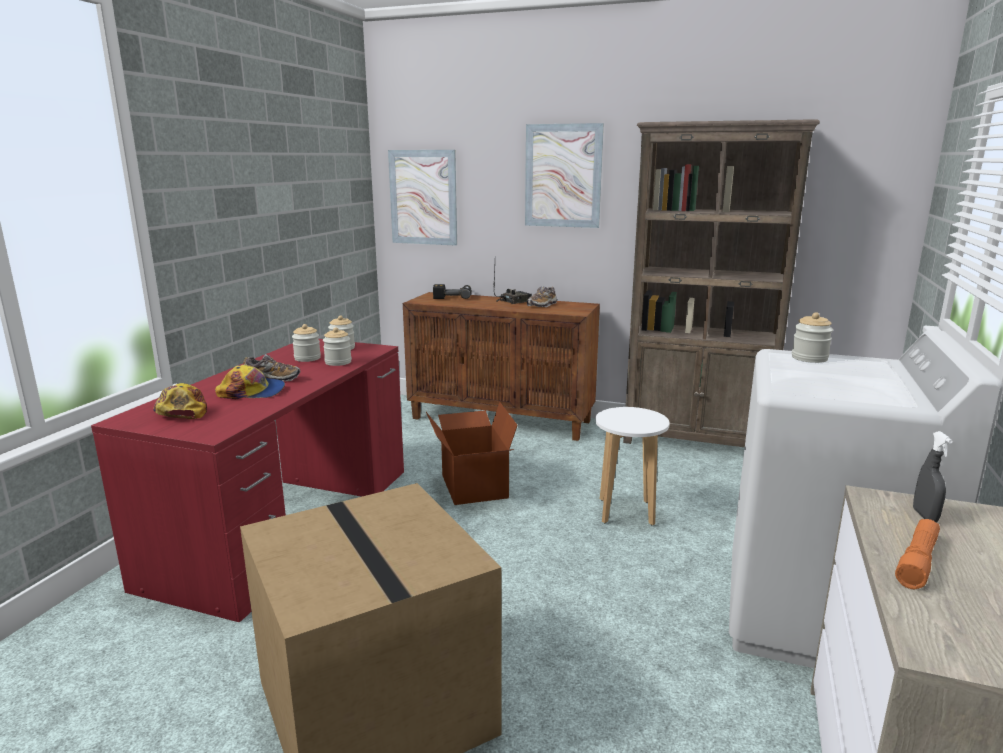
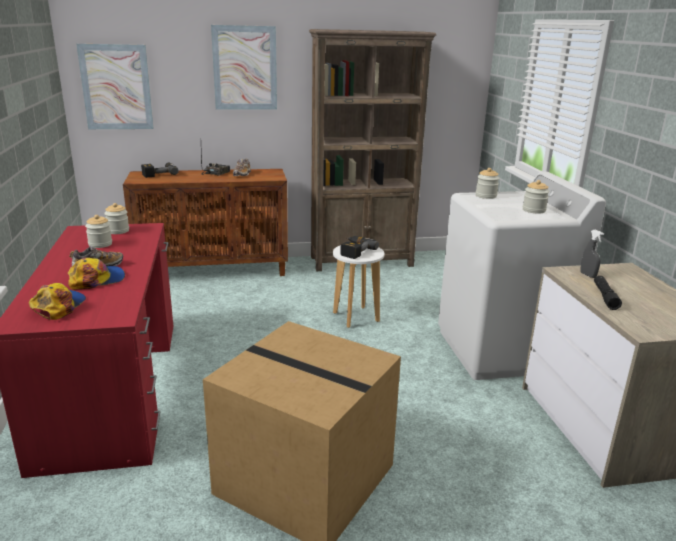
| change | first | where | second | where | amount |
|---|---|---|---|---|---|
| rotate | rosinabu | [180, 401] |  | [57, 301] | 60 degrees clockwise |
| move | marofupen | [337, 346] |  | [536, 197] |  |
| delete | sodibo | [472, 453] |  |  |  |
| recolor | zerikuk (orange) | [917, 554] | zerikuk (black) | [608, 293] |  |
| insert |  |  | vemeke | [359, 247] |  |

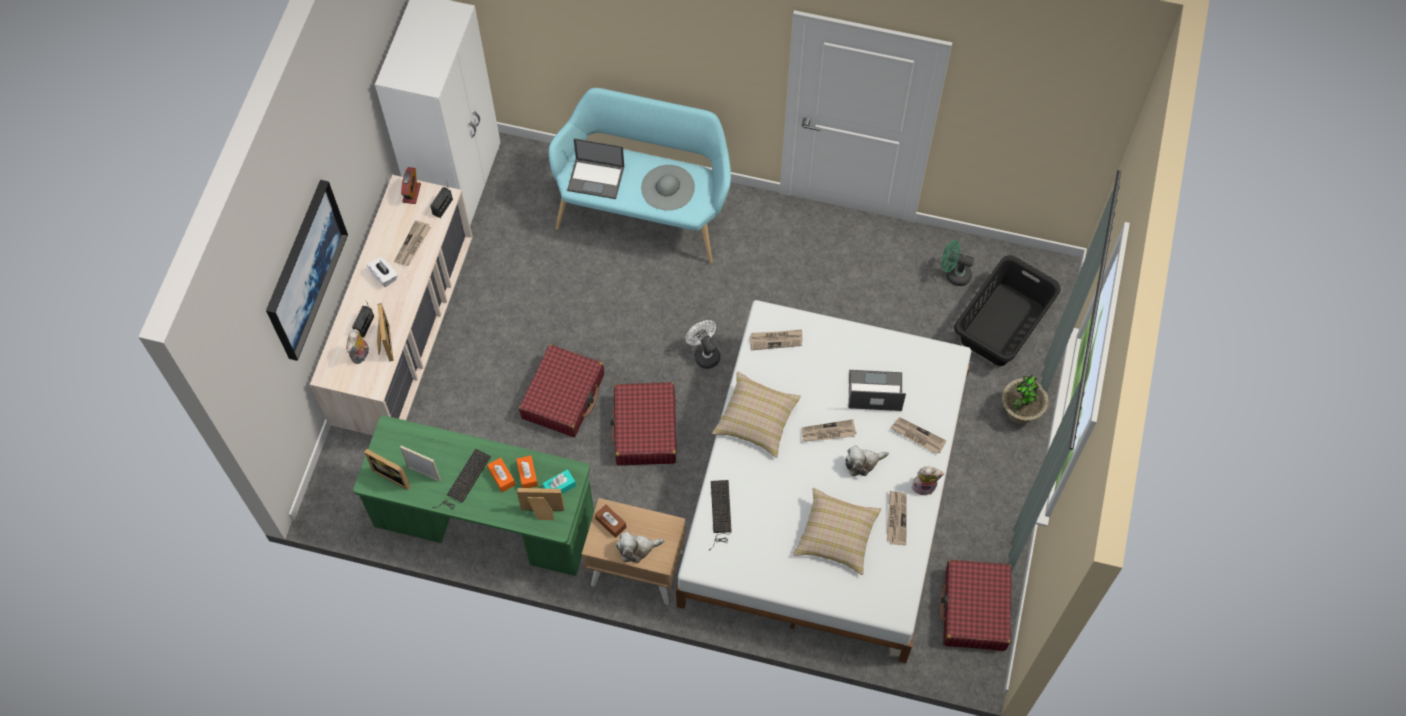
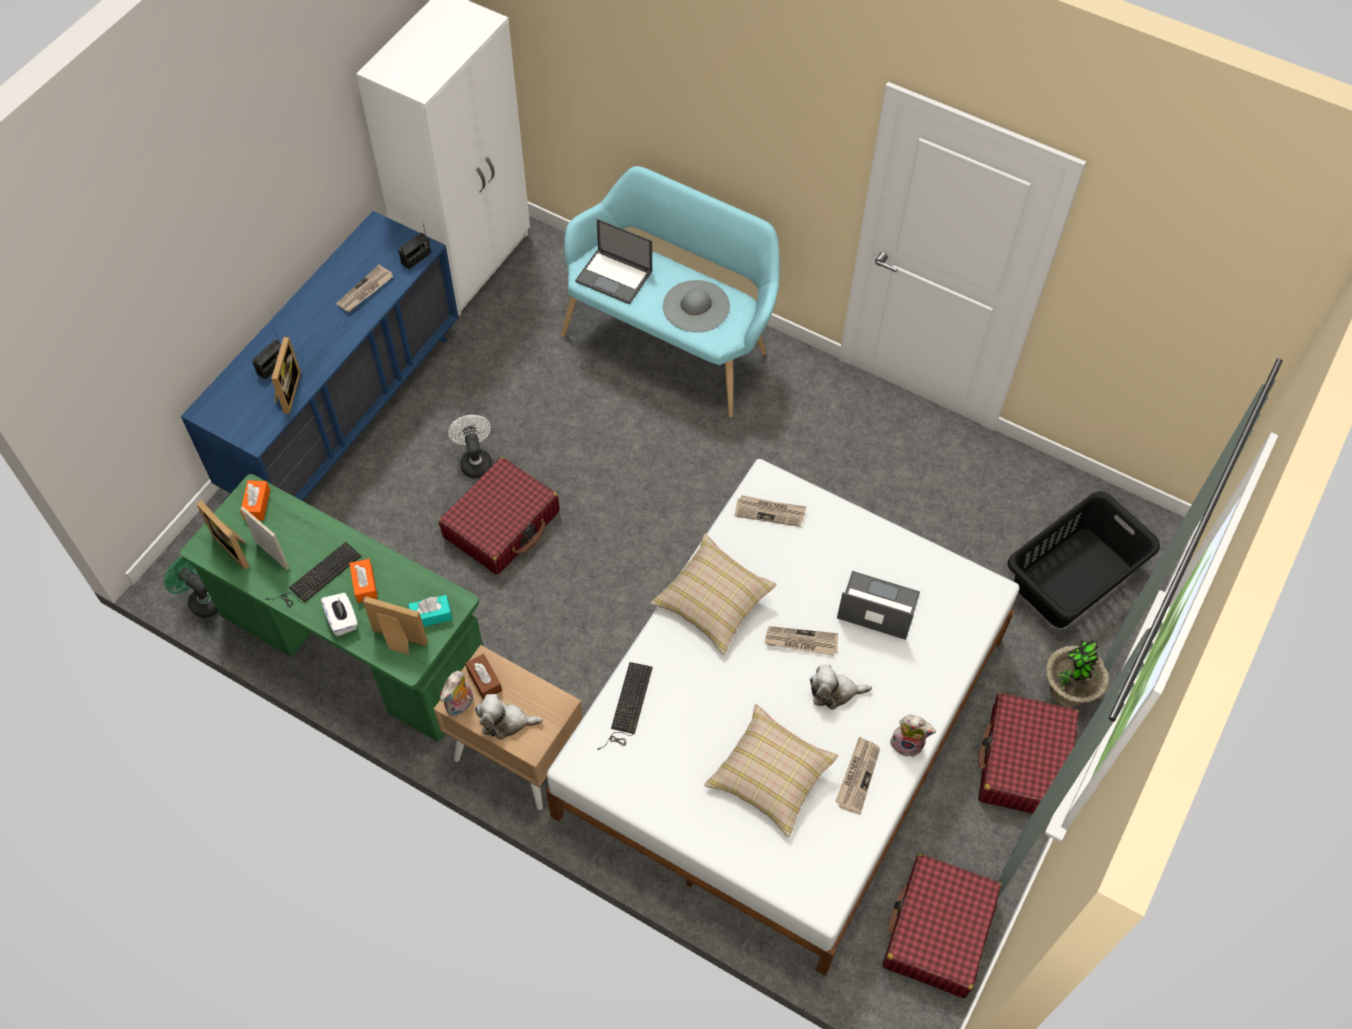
| change | first | where | second | where | amount |
|---|---|---|---|---|---|
| delete | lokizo | [307, 270] |  |  |  |
| recolor | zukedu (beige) | [391, 305] | zukedu (blue) | [320, 356] |  |
| move | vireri | [357, 346] |  | [456, 694] |  |
| move | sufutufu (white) | [382, 272] |  | [339, 614] |  |
| delete | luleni | [411, 185] |  |  |  |
| move | sufutufu (orange) | [527, 471] |  | [255, 500] |  |
| move | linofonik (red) | [643, 424] |  | [1028, 755] |  |
| move | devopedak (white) | [703, 344] |  | [470, 446] |  |
| delete | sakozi | [919, 435] |  |  |  |
| move | devopedak (green) | [958, 263] |  | [191, 587] |  |

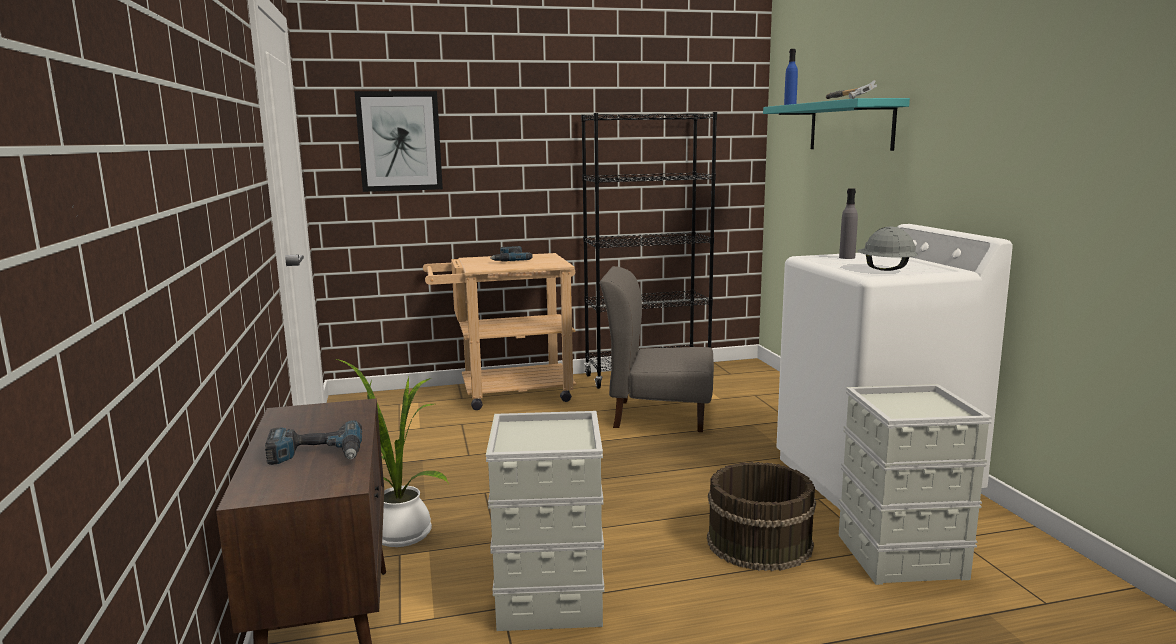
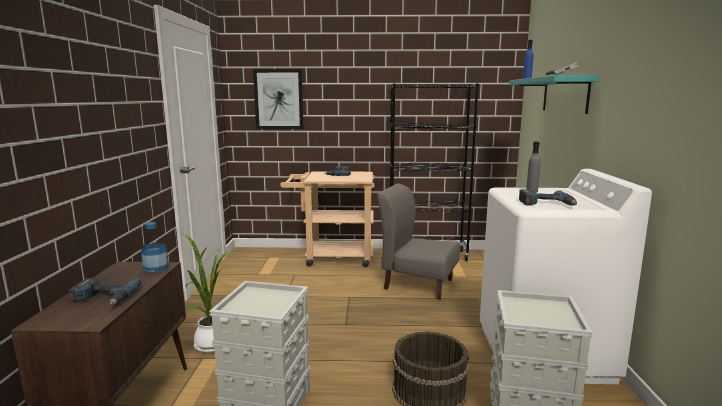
| change | first | where | second | where | amount |
|---|---|---|---|---|---|
| replace | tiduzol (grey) | [887, 249] | vemeke | [548, 197] |  |
| insert |  |  | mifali | [155, 247] |  |

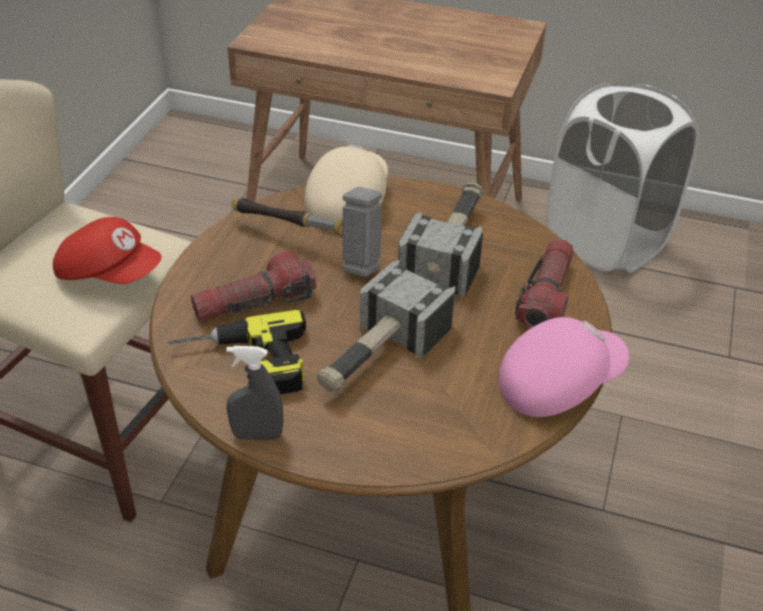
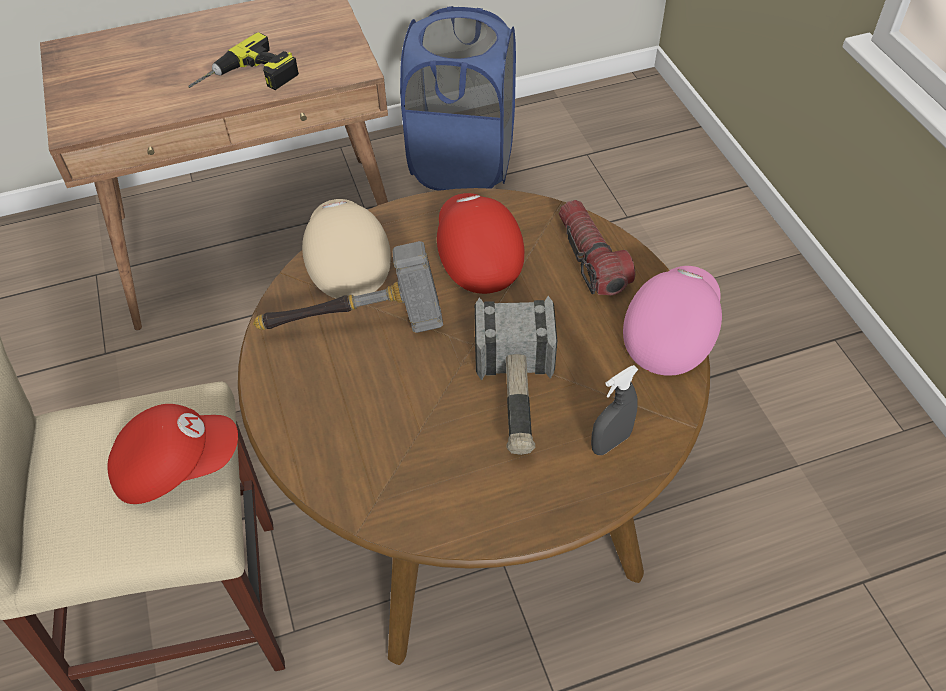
| change | first | where | second | where | amount |
|---|---|---|---|---|---|
| move | vemeke | [237, 352] |  | [243, 61] |  |
| delete | zerikuk | [253, 286] |  |  |  |
| move | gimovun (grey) | [254, 393] |  | [614, 410] |  |
| replace | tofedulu | [441, 240] | rosinabu (red) | [481, 243] |  |
| recolor | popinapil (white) | [623, 178] | popinapil (blue) | [458, 98] |  |

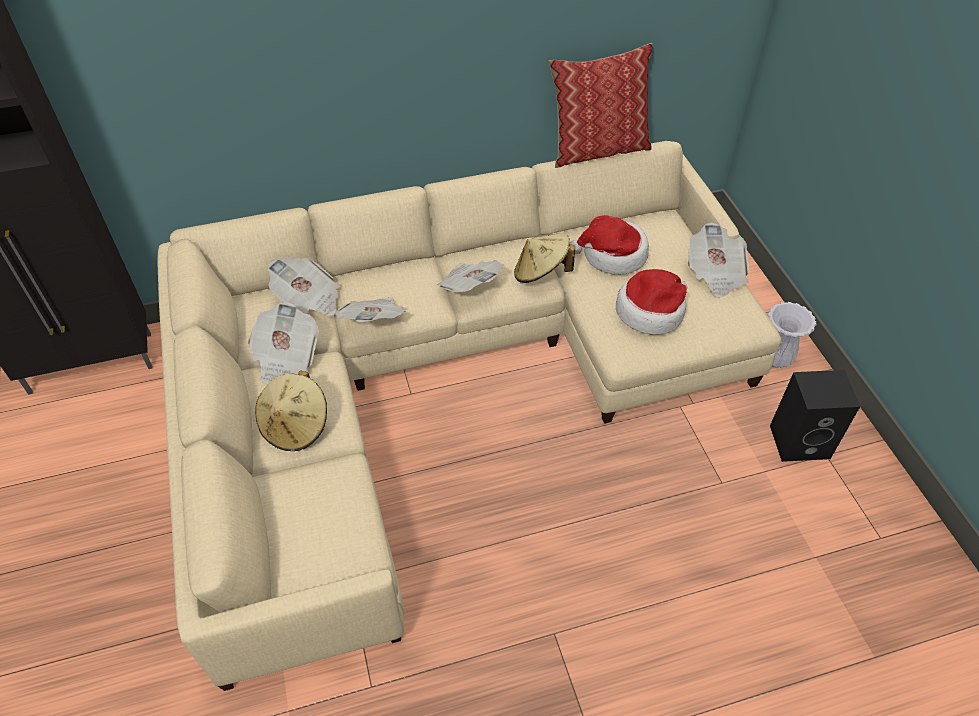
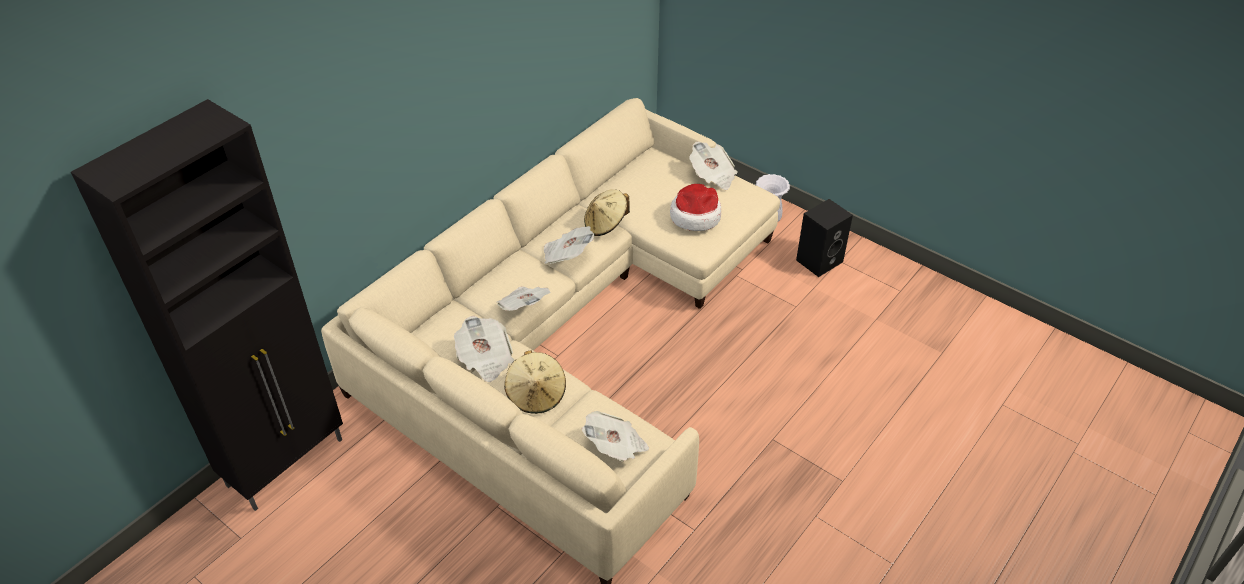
| change | first | where | second | where | amount |
|---|---|---|---|---|---|
| move | sakozi | [303, 286] |  | [615, 436] |  |
| delete | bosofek | [600, 105] |  |  |  |
| delete | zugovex | [609, 245] |  |  |  |

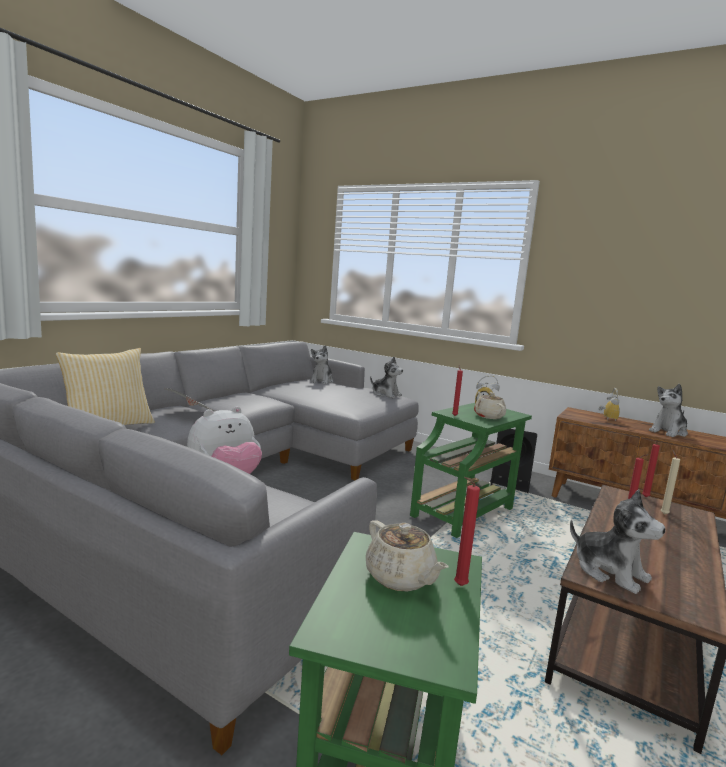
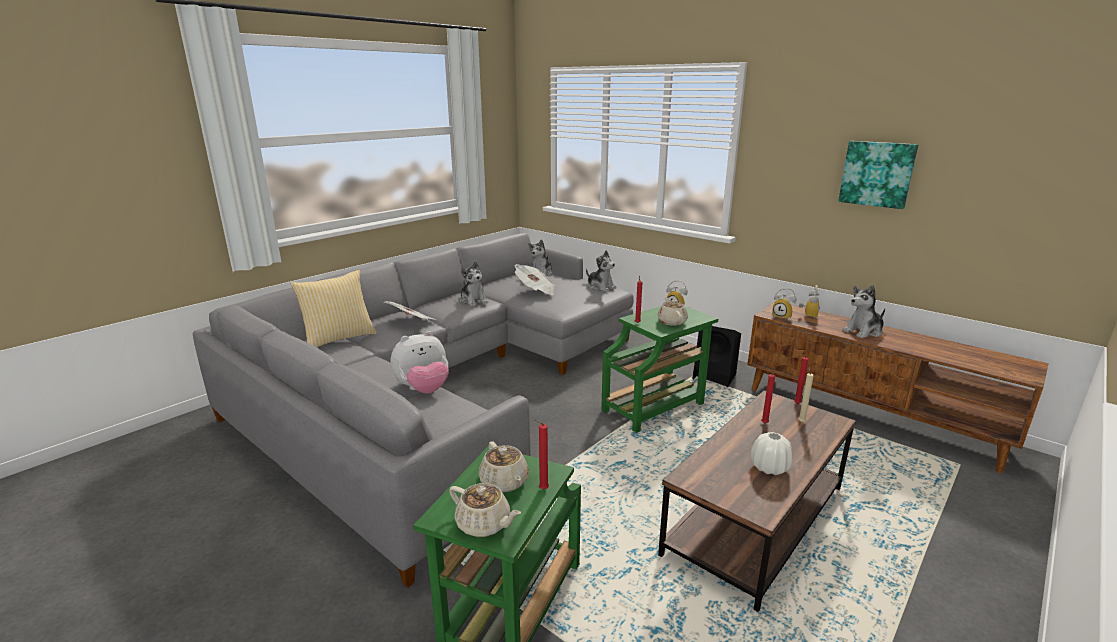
| change | first | where | second | where | amount |
|---|---|---|---|---|---|
| move | vireri | [618, 542] |  | [474, 284] |  |
| insert |  |  | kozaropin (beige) | [485, 510] |  |
| insert |  |  | sakozi | [535, 279] |  |
| insert |  |  | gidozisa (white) | [771, 453] |  |
| insert |  |  | luleni | [784, 303] |  |
| insert |  |  | lokizo | [878, 175] |  |

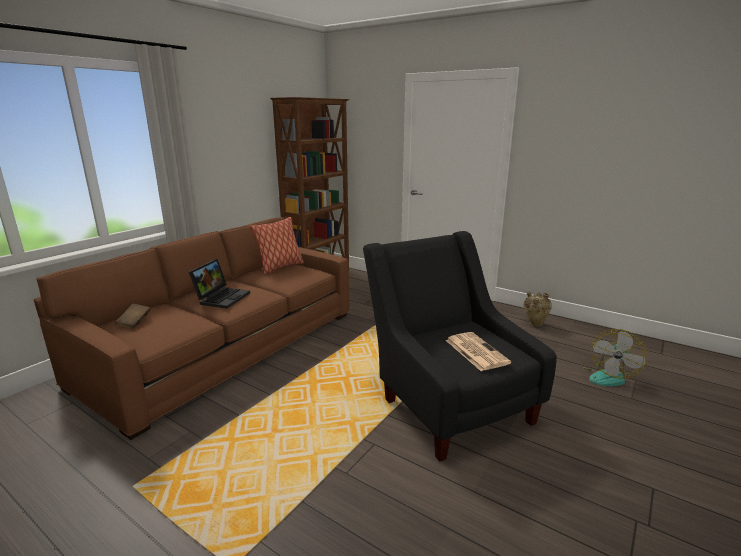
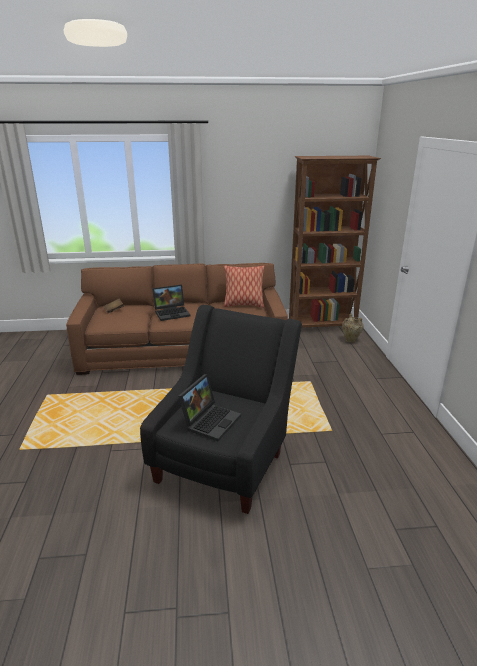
| change | first | where | second | where | amount |
|---|---|---|---|---|---|
| replace | sakozi | [478, 351] | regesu | [209, 407] |  |
| move | gidozisa (beige) | [538, 309] |  | [353, 328] |  |
| delete | devopedak | [614, 357] |  |  |  |

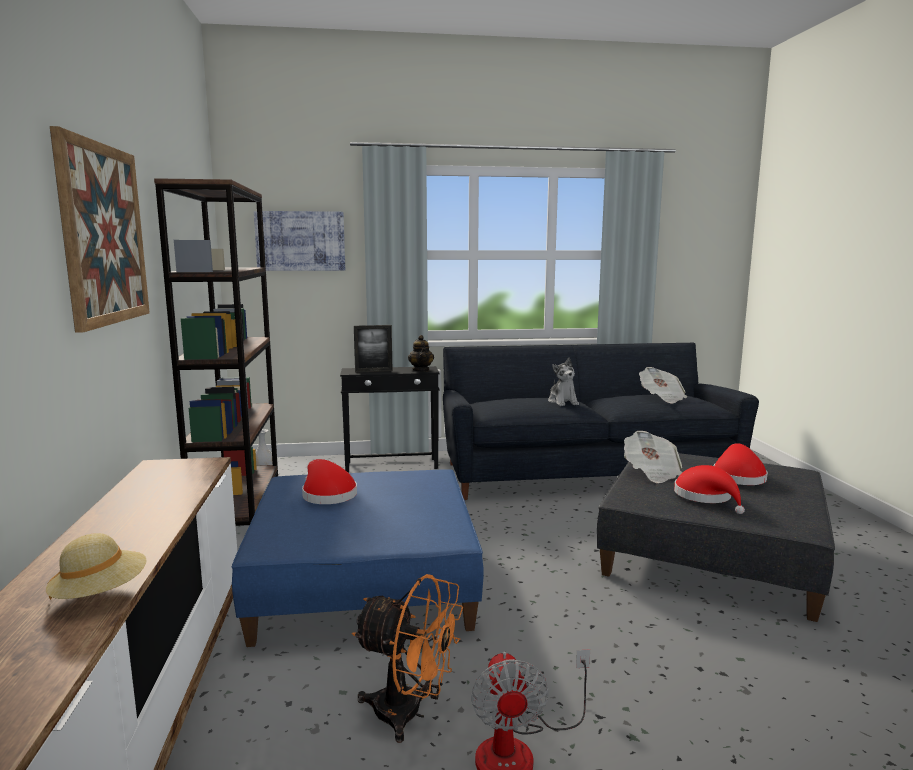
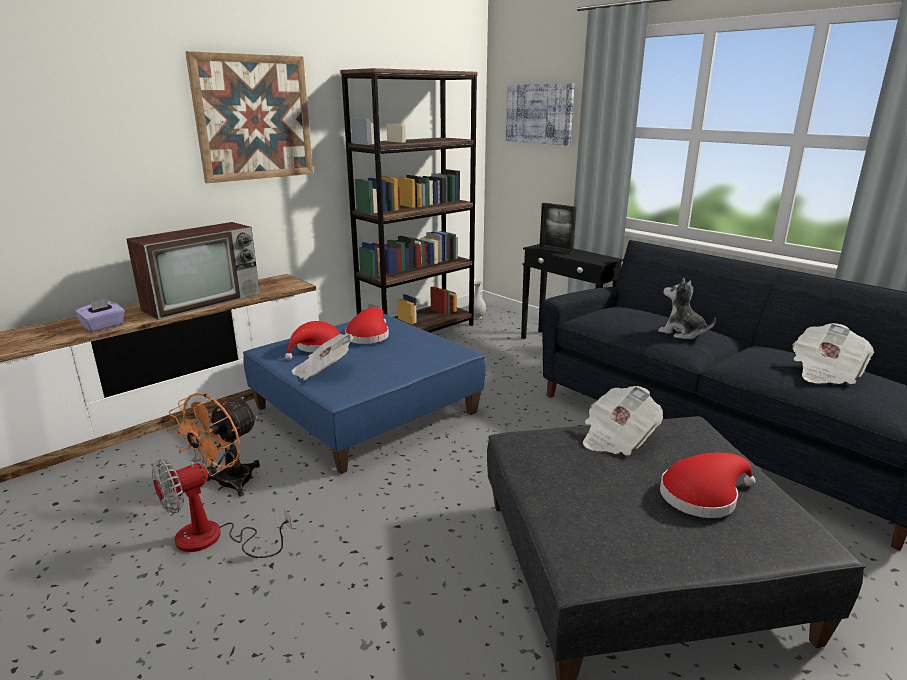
| change | first | where | second | where | amount |
|---|---|---|---|---|---|
| replace | zugovex (beige) | [96, 566] | sufutufu (purple) | [100, 315] |  |
| rotate | devopedak (orange) | [407, 658] |  | [214, 445] | 45 degrees clockwise |
| delete | kozaropin | [421, 353] |  |  |  |
| rotate | vireri | [563, 382] |  | [687, 308] | 90 degrees clockwise |
| move | zugovex (red) | [709, 489] |  | [313, 340] |  |
| insert |  |  | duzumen | [193, 271] |  |
| insert |  |  | sakozi | [323, 357] |  |

